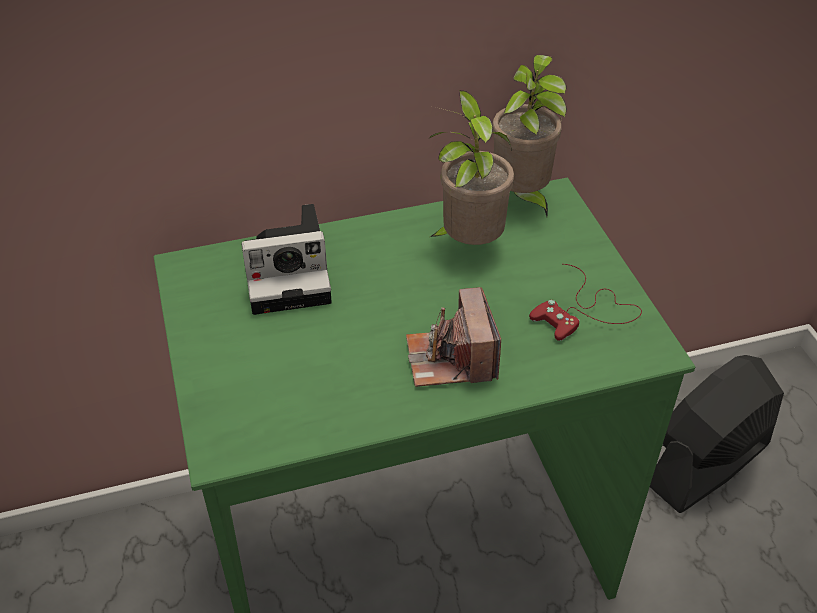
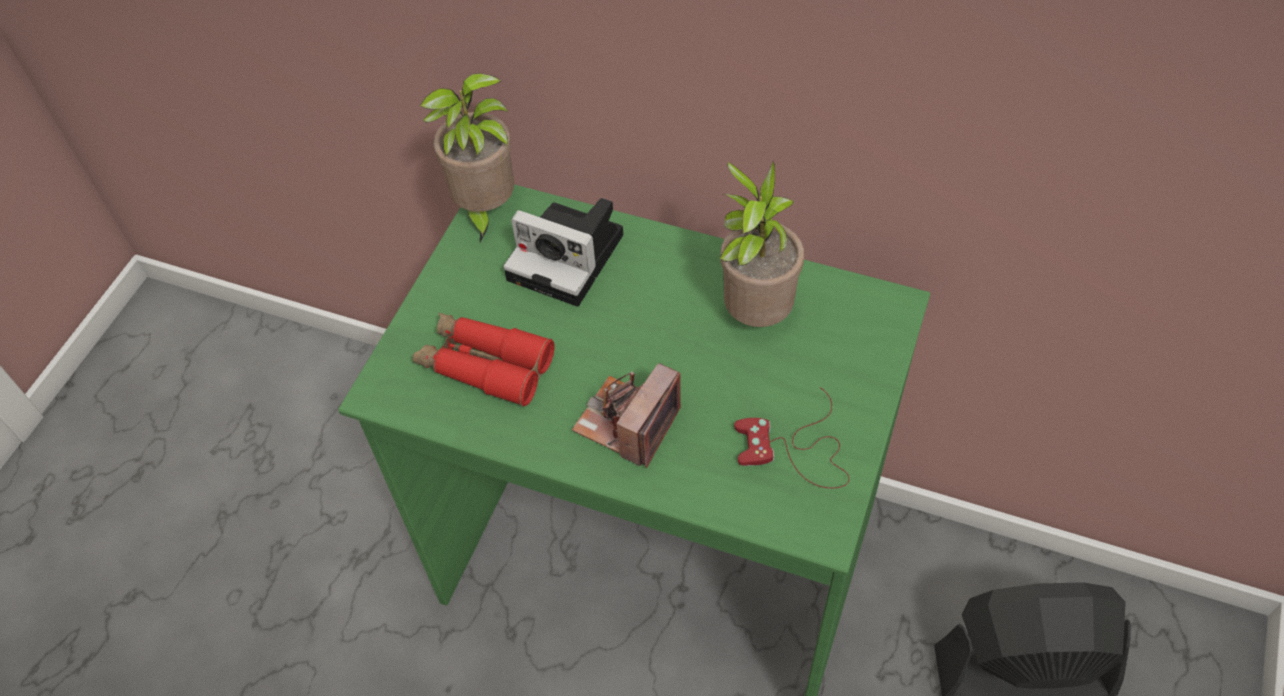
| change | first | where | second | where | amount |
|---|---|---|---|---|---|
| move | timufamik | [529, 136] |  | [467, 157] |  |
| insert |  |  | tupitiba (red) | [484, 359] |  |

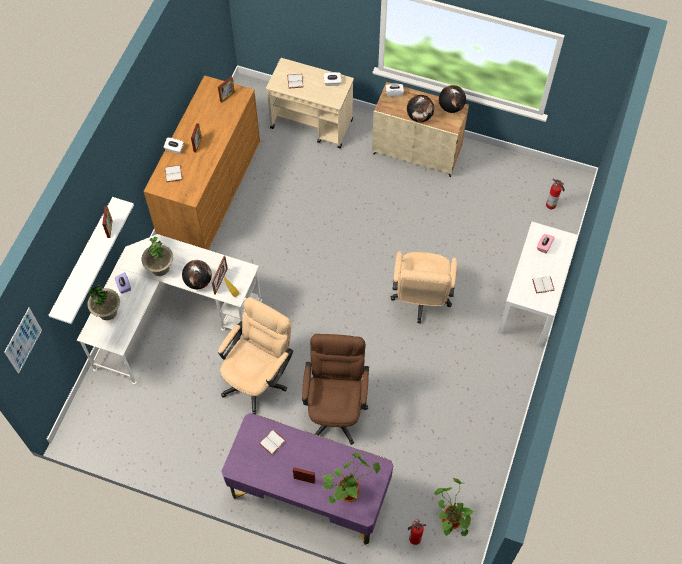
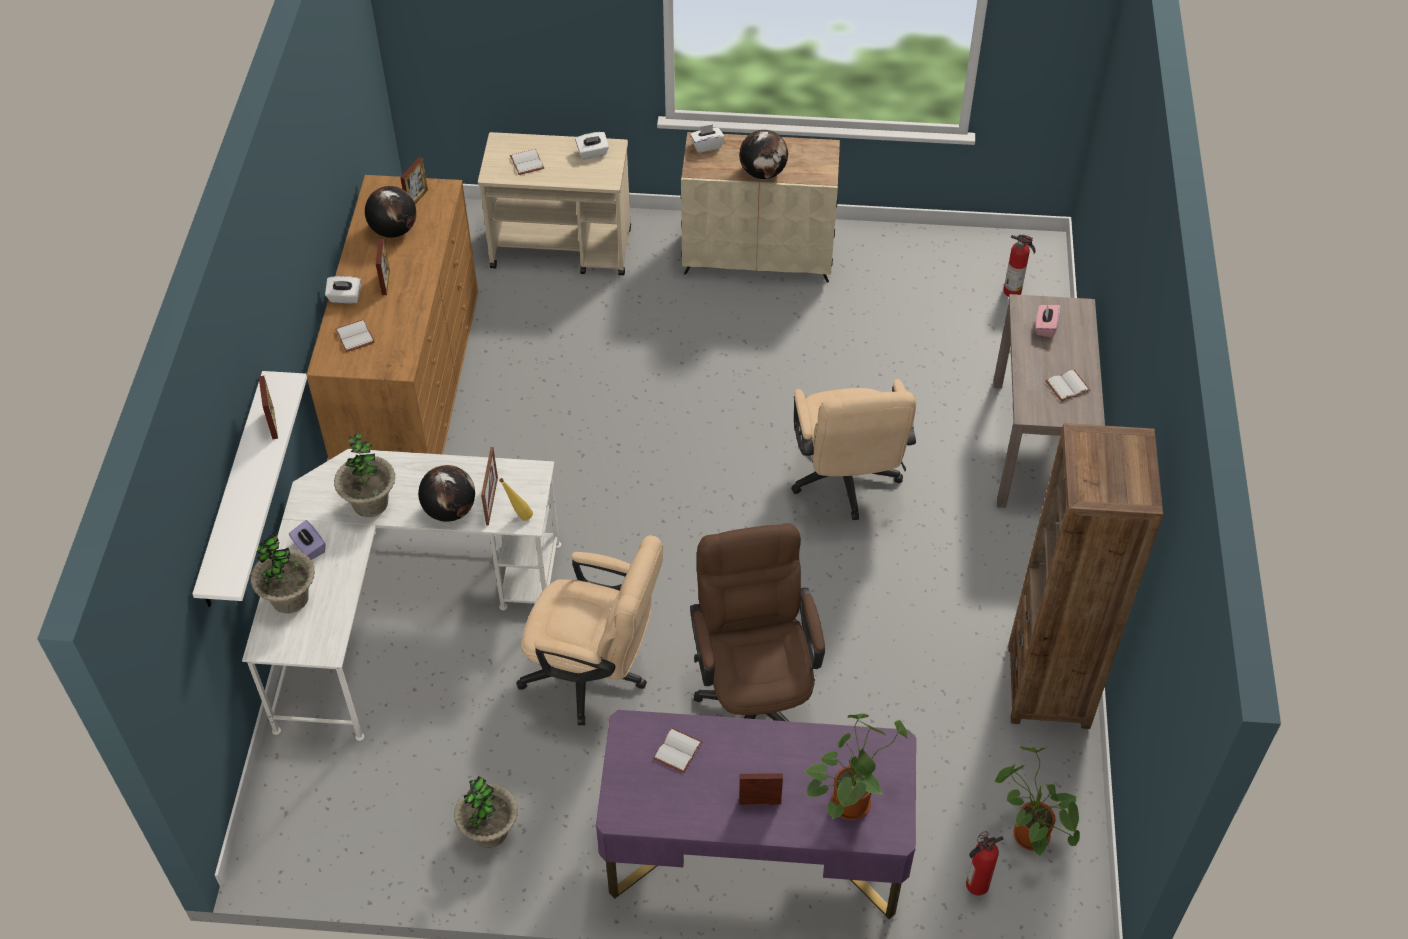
| change | first | where | second | where | amount |
|---|---|---|---|---|---|
| delete | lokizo | [23, 341] |  |  |  |
| rotate | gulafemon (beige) | [255, 356] |  | [589, 630] | 90 degrees clockwise |
| move | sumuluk | [452, 99] |  | [390, 212] |  |
| recolor | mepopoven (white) | [537, 285] | mepopoven (brown) | [1049, 401] |  |
| insert |  |  | timufamik | [486, 812] |  |
| insert |  |  | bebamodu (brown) | [1085, 576] |  |

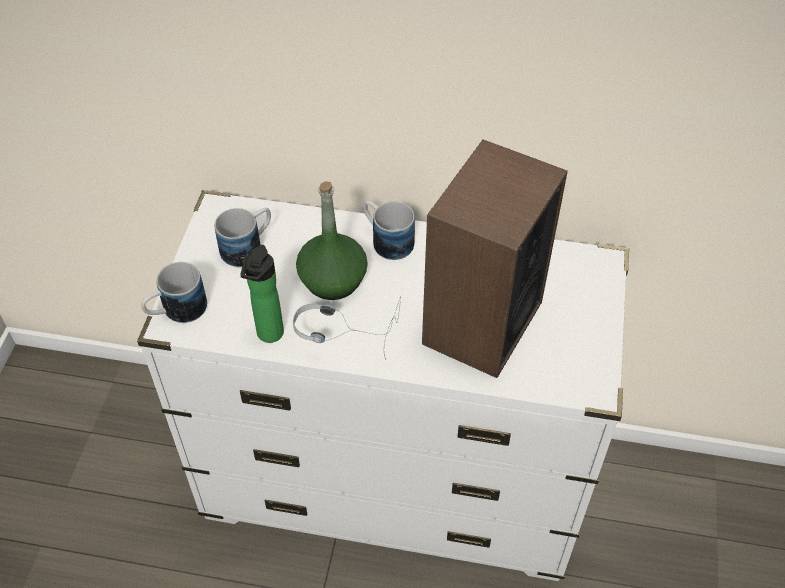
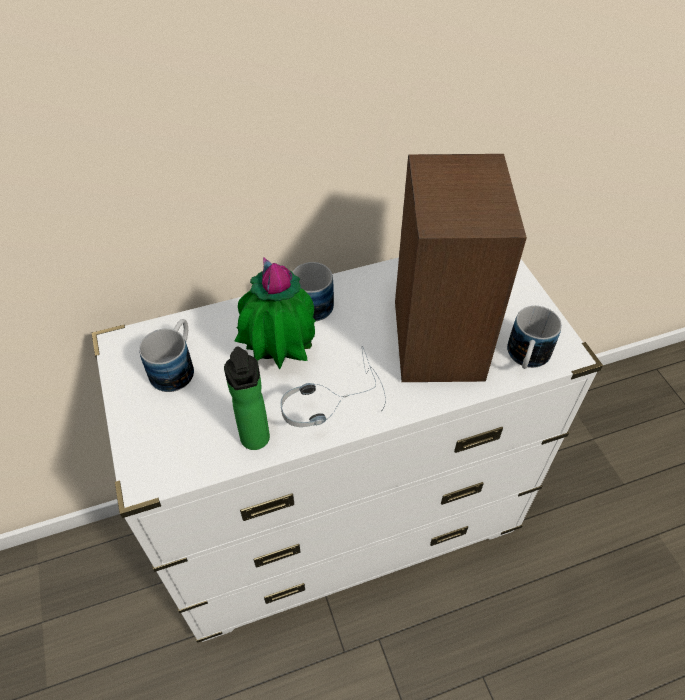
| change | first | where | second | where | amount |
|---|---|---|---|---|---|
| move | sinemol | [174, 292] |  | [534, 337] |  |
| replace | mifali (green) | [332, 240] | timufamik | [275, 313] |  |

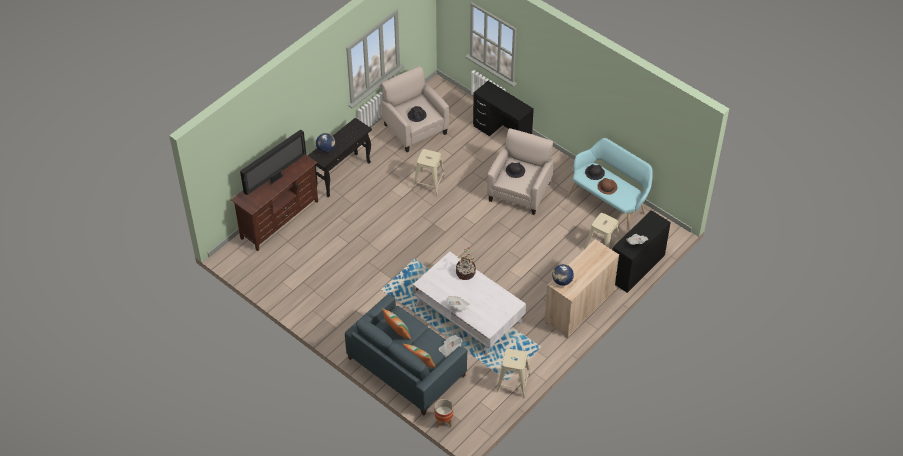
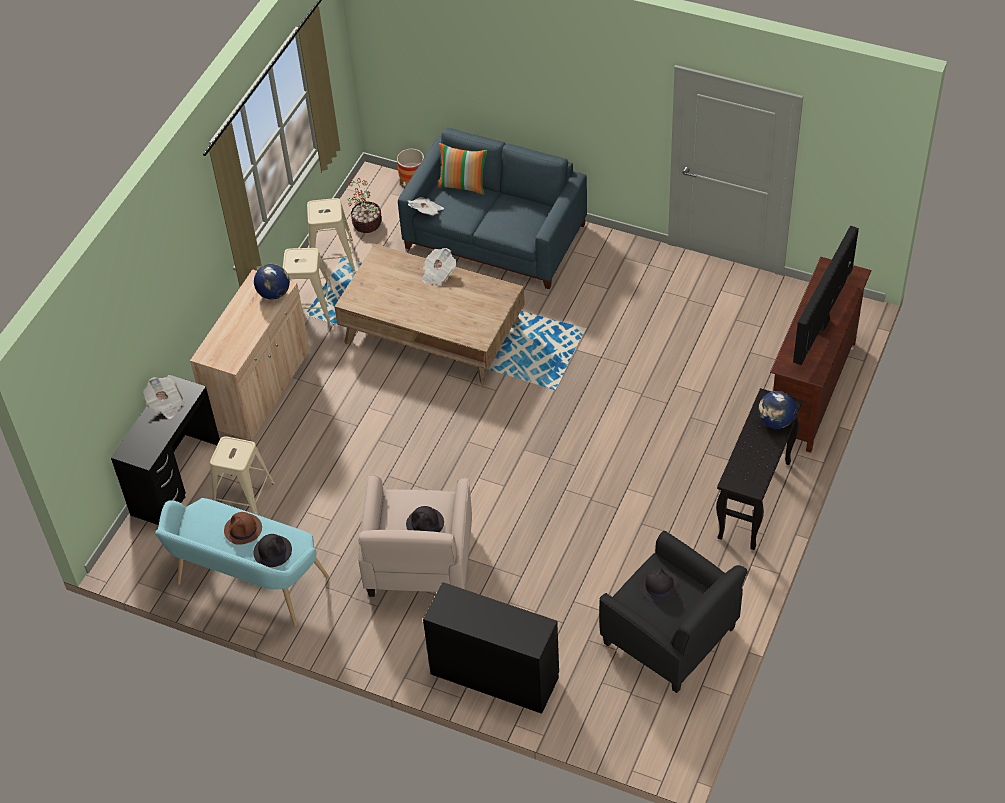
| change | first | where | second | where | amount |
|---|---|---|---|---|---|
| recolor | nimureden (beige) | [415, 109] | nimureden (black) | [673, 612] |  |
| delete | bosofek | [396, 324] |  |  |  |
| move | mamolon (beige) | [429, 172] |  | [308, 285] |  |
| recolor | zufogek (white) | [469, 303] | zufogek (brown) | [429, 315] |  |
| move | timufamik | [466, 264] |  | [364, 205] |  |

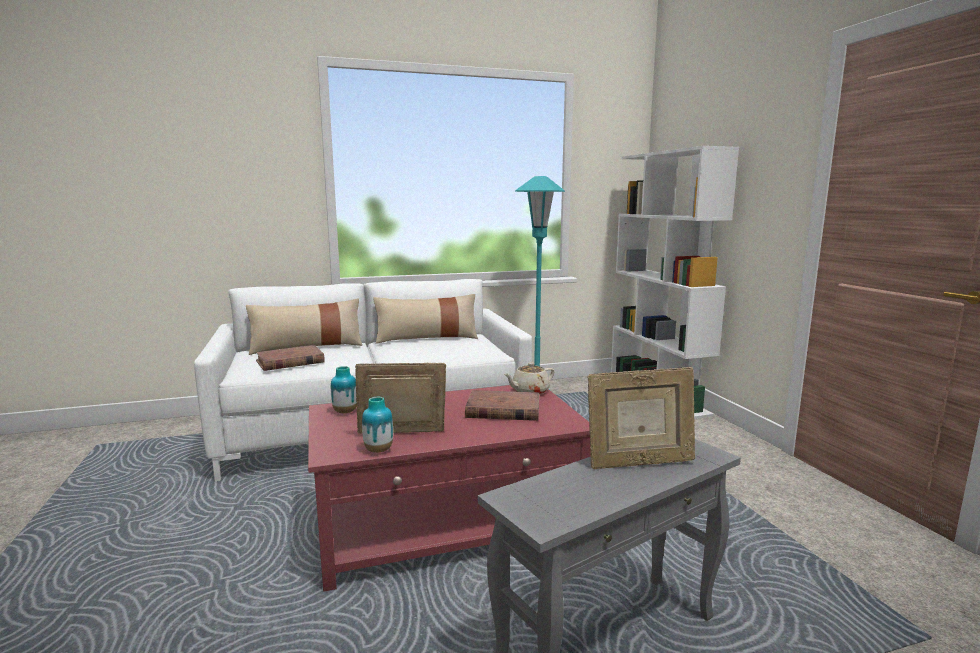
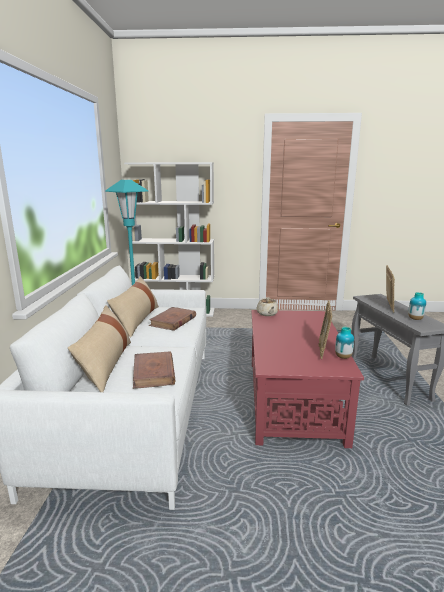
| change | first | where | second | where | amount |
|---|---|---|---|---|---|
| move | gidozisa | [344, 389] |  | [417, 306] |  |
| move | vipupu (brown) | [502, 405] |  | [172, 319] |  |

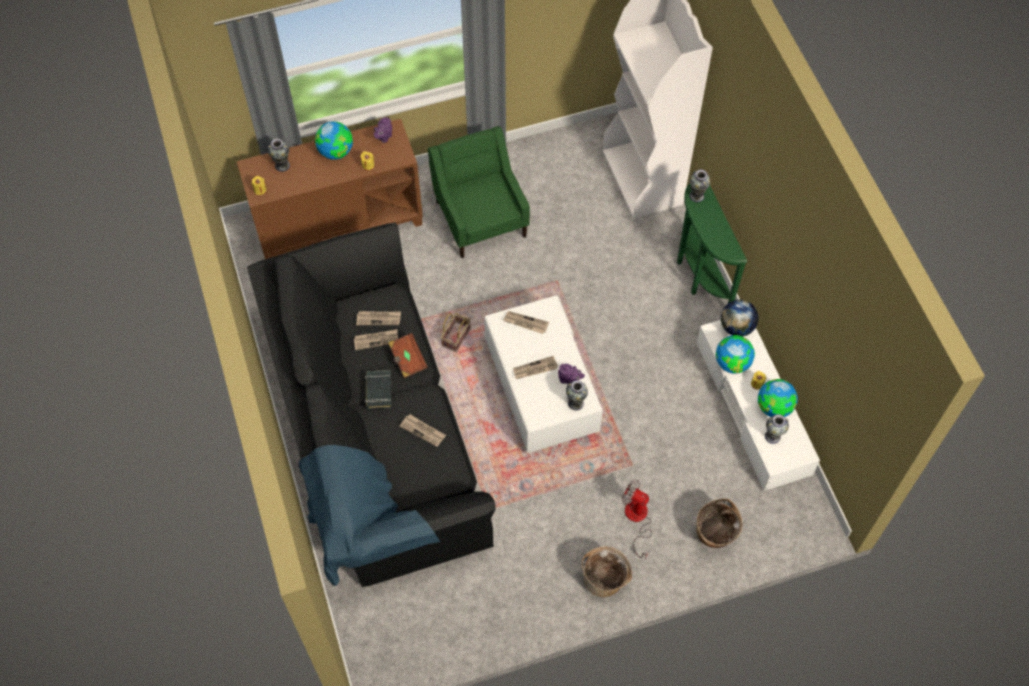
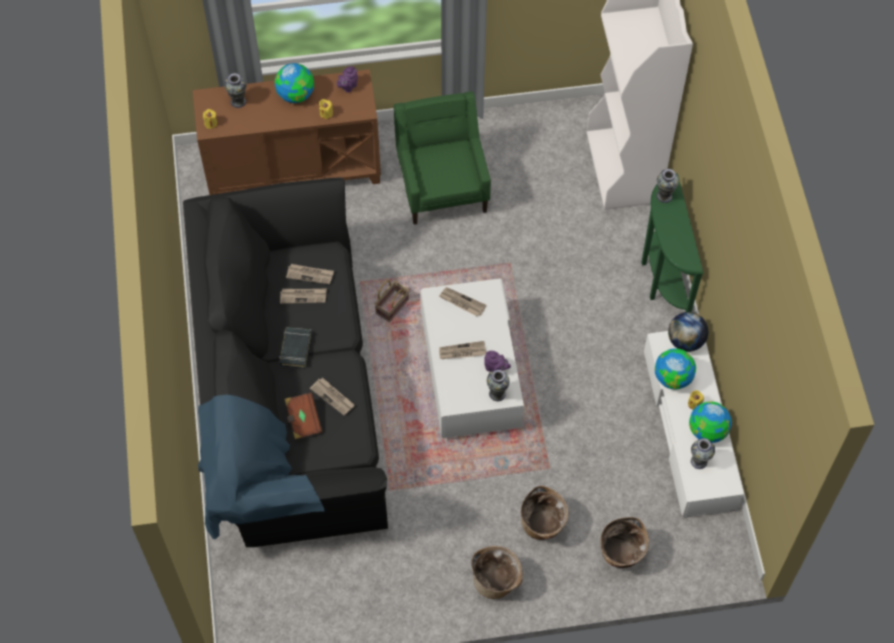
| change | first | where | second | where | amount |
|---|---|---|---|---|---|
| move | vipupu (brown) | [408, 355] |  | [303, 416] |  |
| replace | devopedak | [637, 518] | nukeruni | [545, 513] |  |

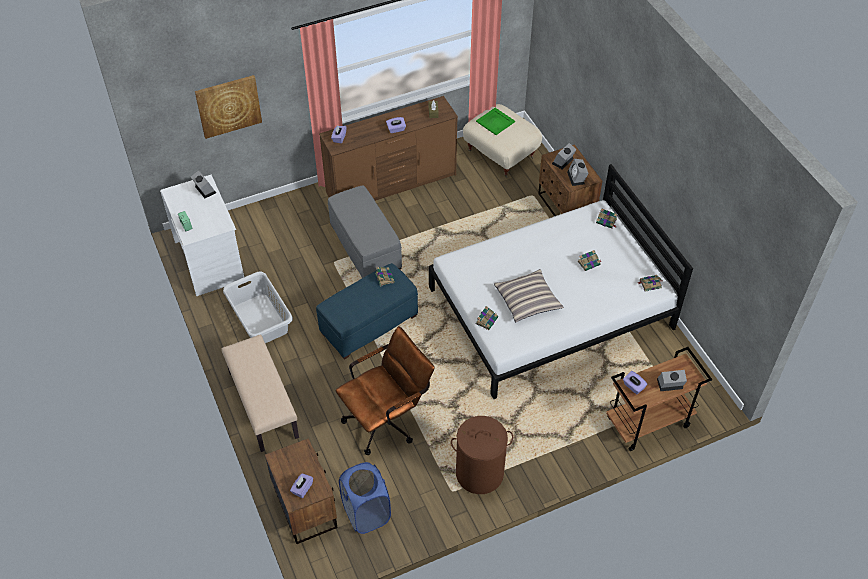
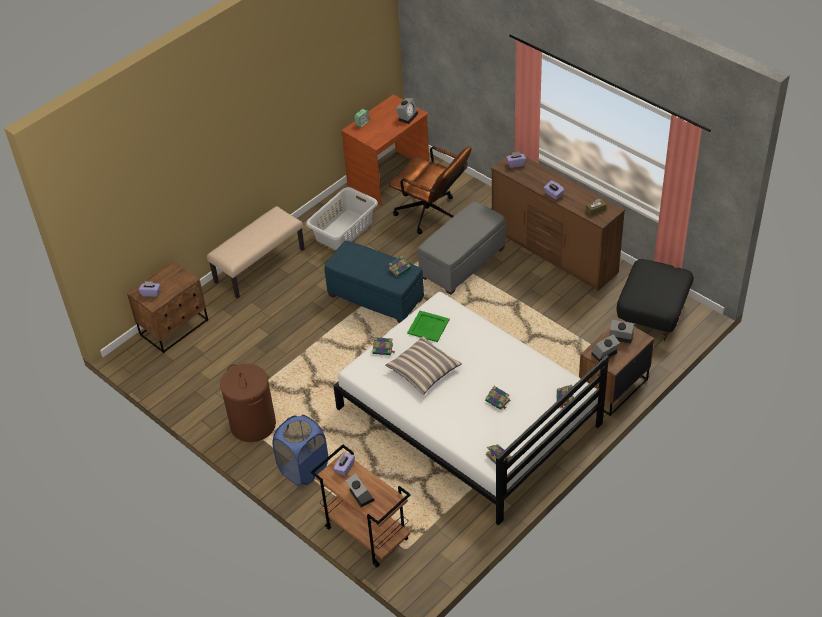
| change | first | where | second | where | amount |
|---|---|---|---|---|---|
| recolor | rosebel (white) | [202, 235] | rosebel (brown) | [385, 150] |  |
| delete | lokizo | [228, 107] |  |  |  |
| move | gulafemon (brown) | [385, 390] |  | [430, 190] |  |
| move | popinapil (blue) | [365, 498] |  | [300, 450] |  |
| recolor | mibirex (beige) | [502, 141] | mibirex (black) | [655, 300] |  |
| move | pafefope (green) | [495, 121] |  | [428, 326] |  |

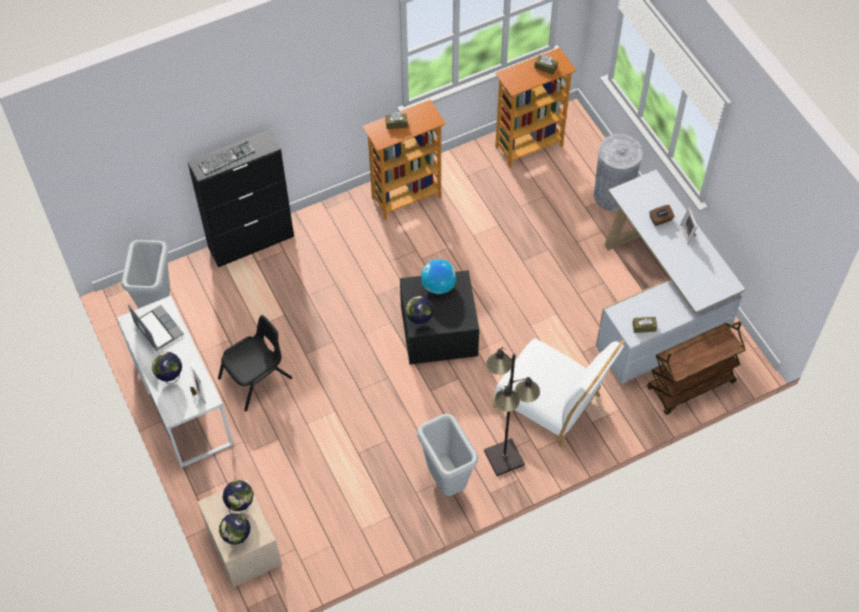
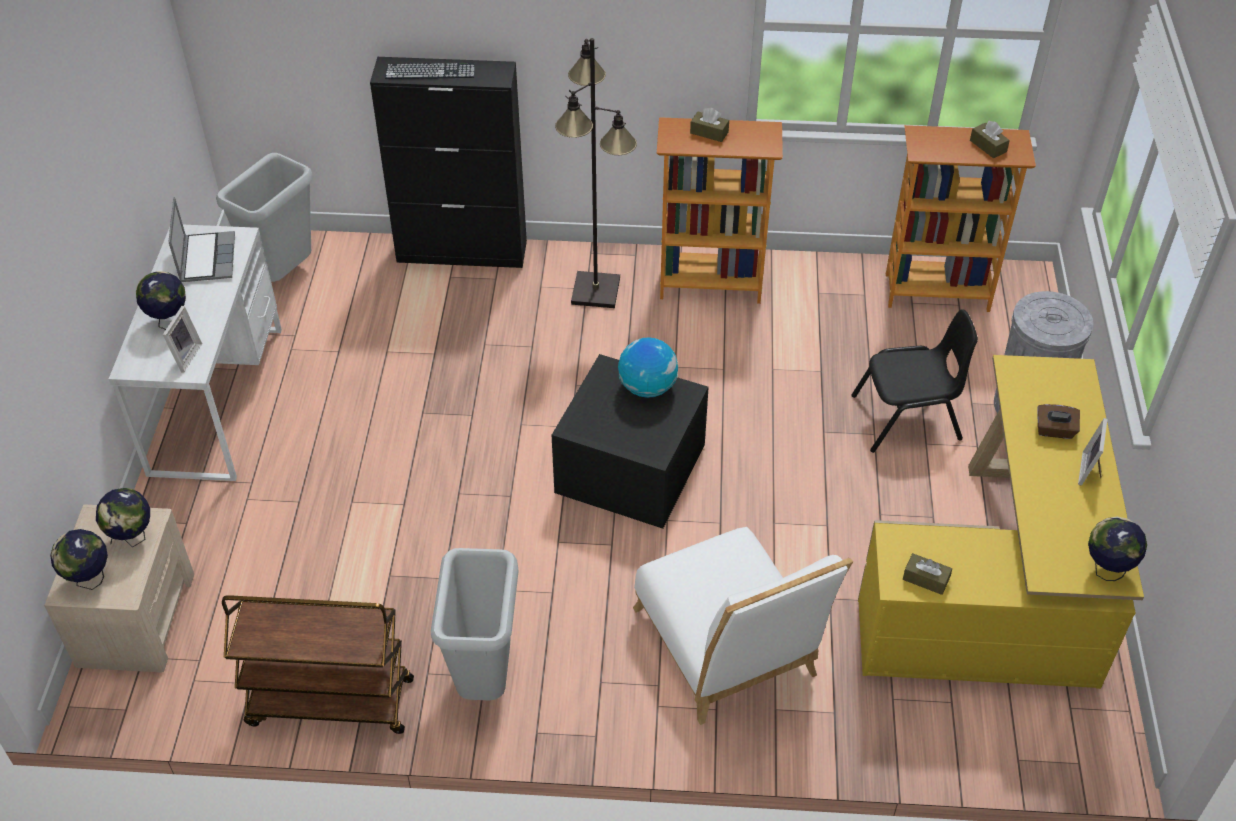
| change | first | where | second | where | amount |
|---|---|---|---|---|---|
| move | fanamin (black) | [255, 363] |  | [914, 381] |  |
| move | sumuluk | [420, 311] |  | [1117, 549] |  |
| move | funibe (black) | [512, 411] |  | [596, 173] |  |
| recolor | rosebel (white) | [671, 277] | rosebel (yellow) | [1001, 522] |  |
| move | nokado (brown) | [696, 368] |  | [318, 664] |  |

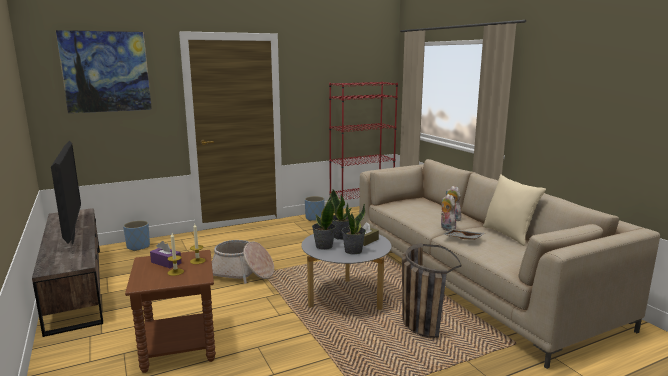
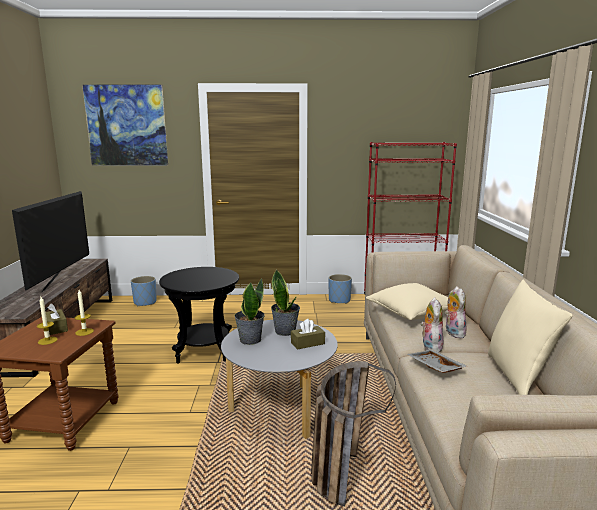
| change | first | where | second | where | amount |
|---|---|---|---|---|---|
| recolor | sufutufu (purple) | [165, 254] | sufutufu (brown) | [57, 319] |  |
| replace | nukeruni | [243, 262] | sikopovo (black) | [199, 315] |  |
| delete | timufamik | [354, 228] |  |  |  |
| insert |  |  | bosofek (beige) | [407, 301] |  |

